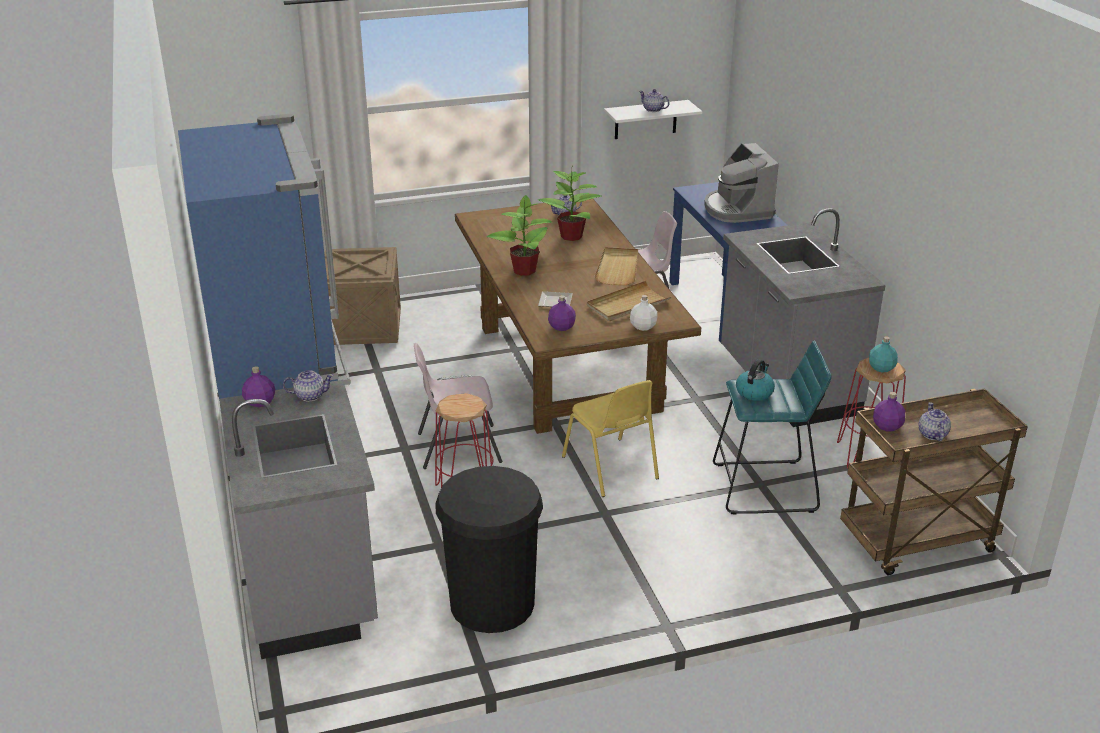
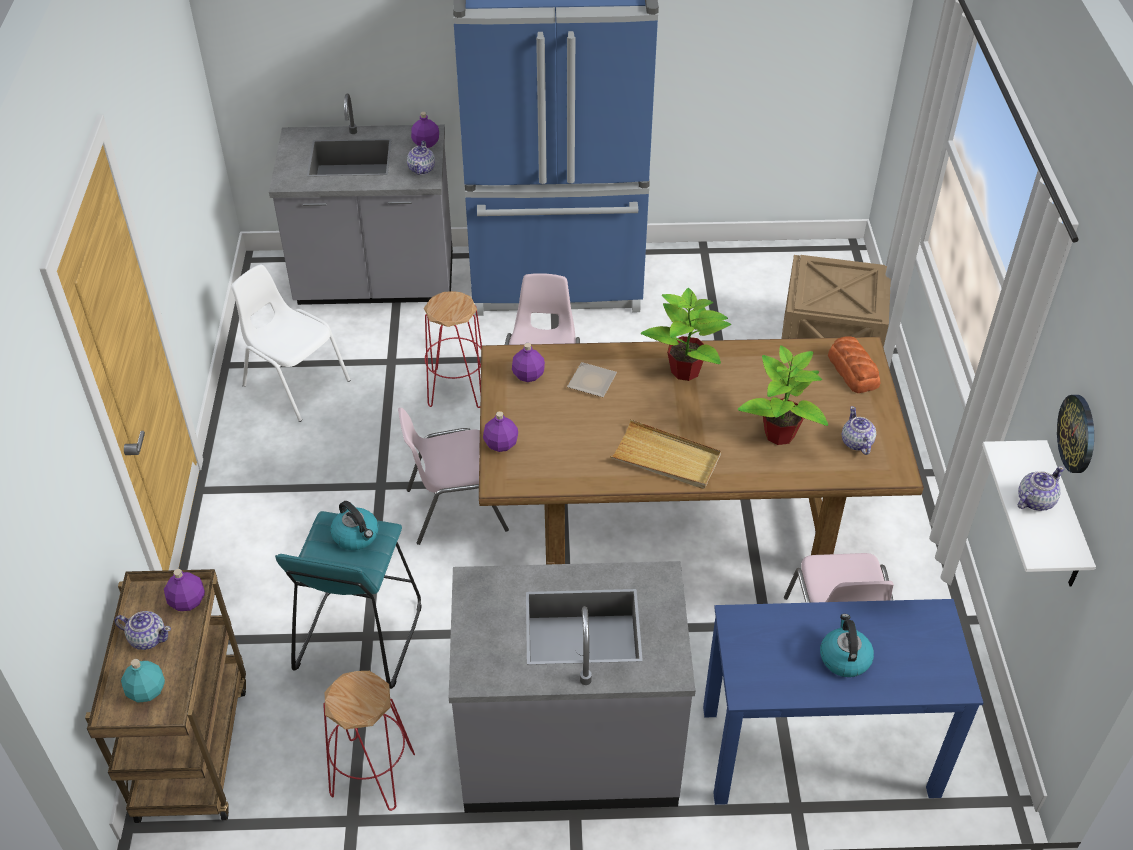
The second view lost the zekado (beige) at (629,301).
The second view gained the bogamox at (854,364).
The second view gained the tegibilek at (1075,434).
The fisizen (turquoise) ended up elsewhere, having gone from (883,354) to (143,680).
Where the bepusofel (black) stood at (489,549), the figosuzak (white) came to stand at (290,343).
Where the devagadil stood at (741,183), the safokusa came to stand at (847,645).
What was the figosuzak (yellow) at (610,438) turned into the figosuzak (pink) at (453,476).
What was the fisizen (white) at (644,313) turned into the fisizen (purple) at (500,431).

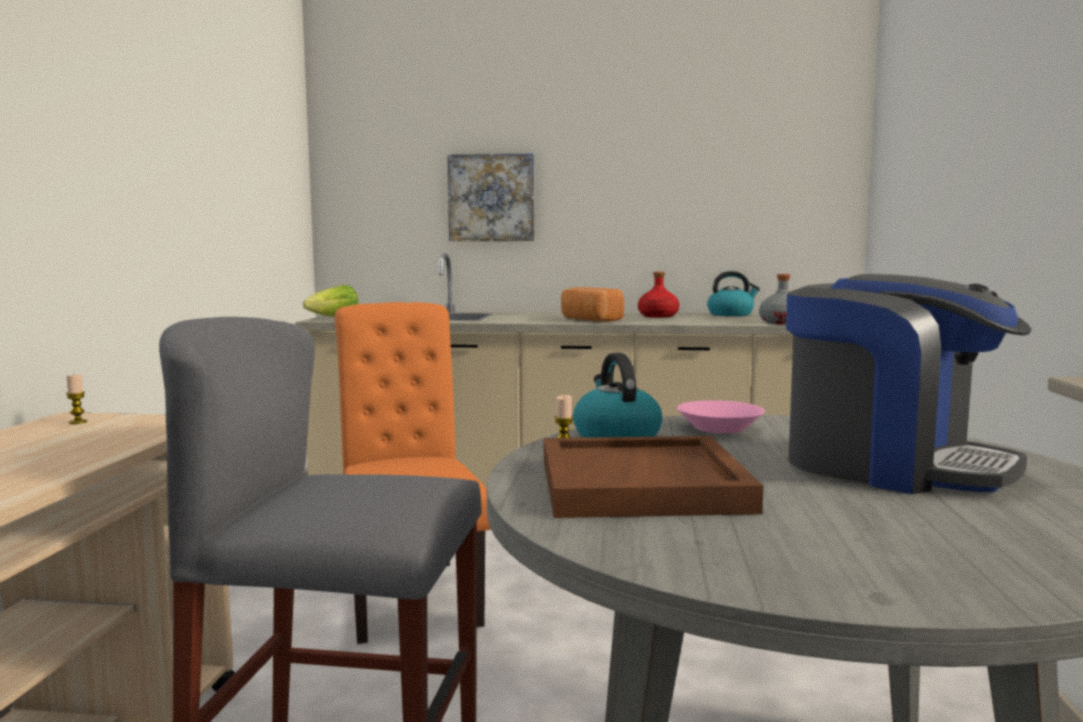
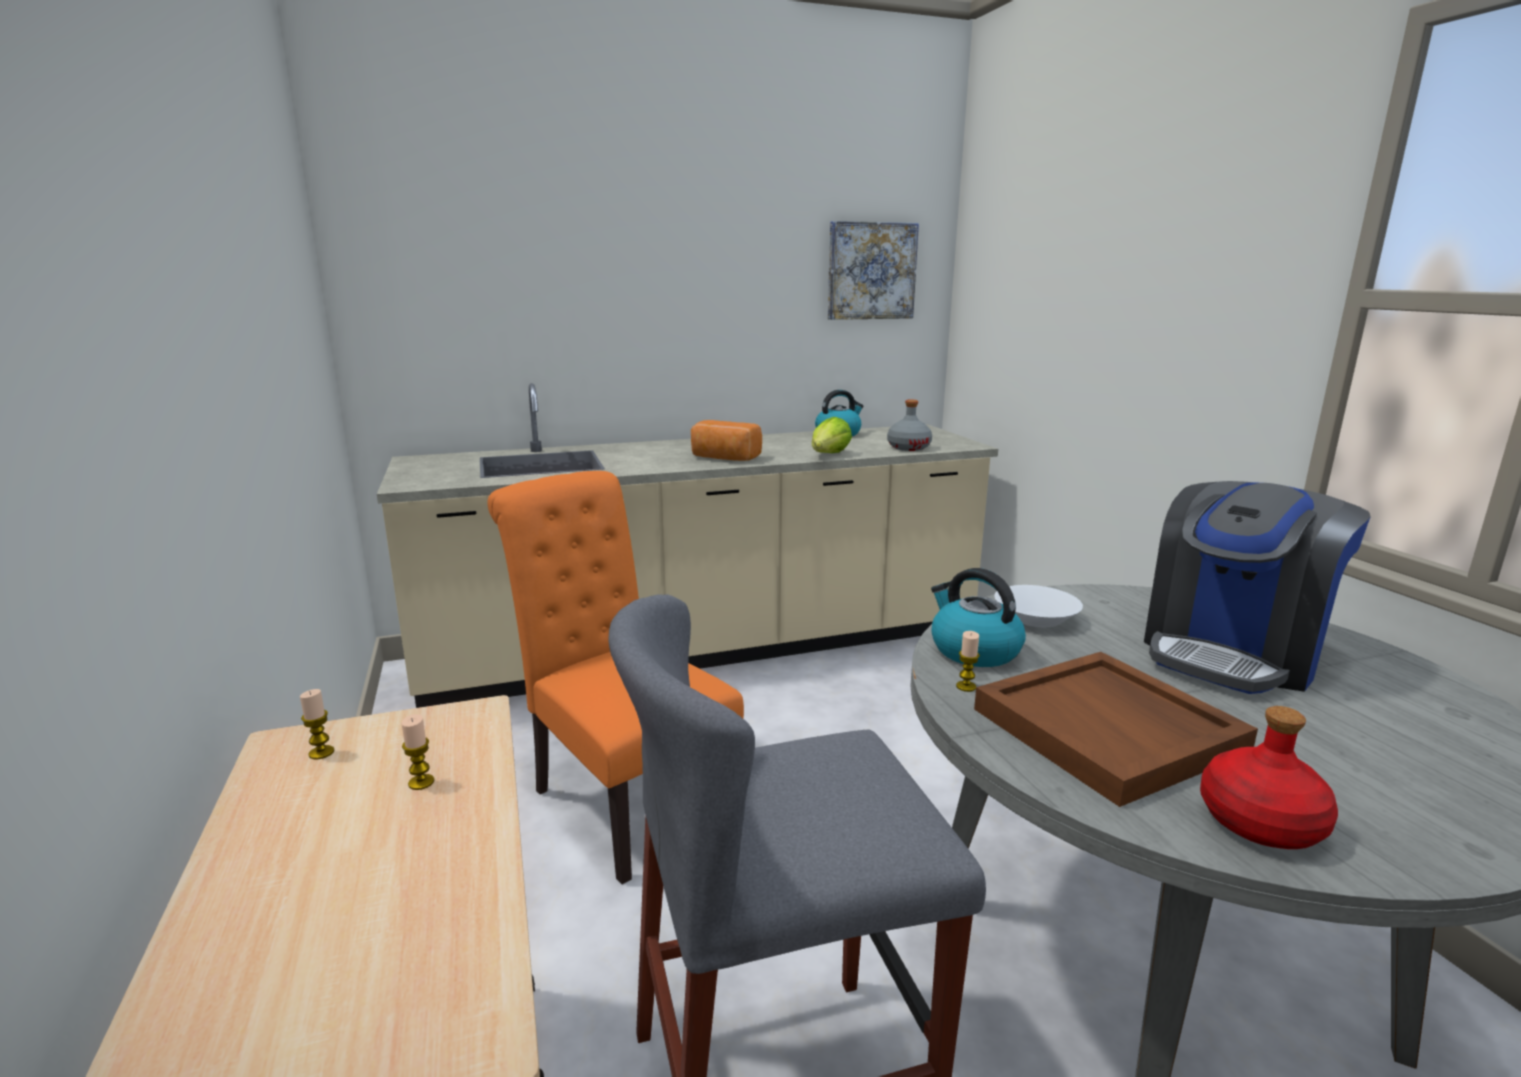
The second view gained the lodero at (417,752).
The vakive ended up elsewhere, having gone from (331,301) to (832,435).
The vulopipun ended up elsewhere, having gone from (490,197) to (873,270).
The fisizen (red) ended up elsewhere, having gone from (658,295) to (1269,777).
What was the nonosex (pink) at (720,416) turned into the nonosex (white) at (1038,606).
The devagadil at (909,384) ended up facing another way, 120 degrees clockwise from before.

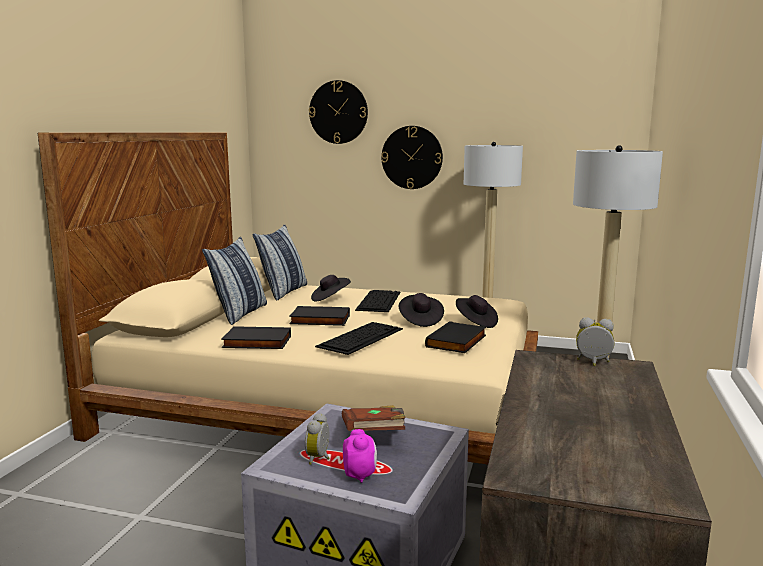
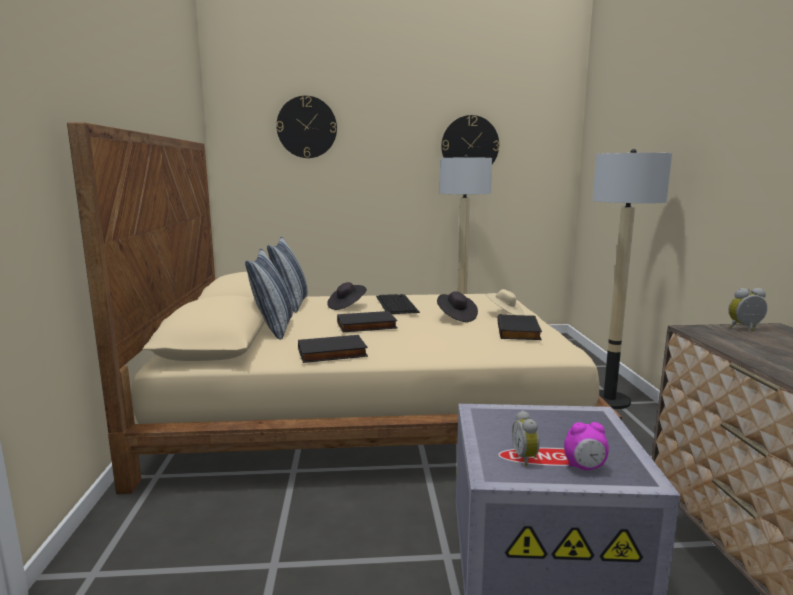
The second view lost the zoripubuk at (359,338).
The second view lost the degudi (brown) at (374,418).
The tegibilek ended up elsewhere, having gone from (412,157) to (470,139).
What was the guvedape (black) at (477,311) turned into the guvedape (beige) at (504,302).
The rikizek at (360,456) ended up facing another way, 120 degrees clockwise from before.

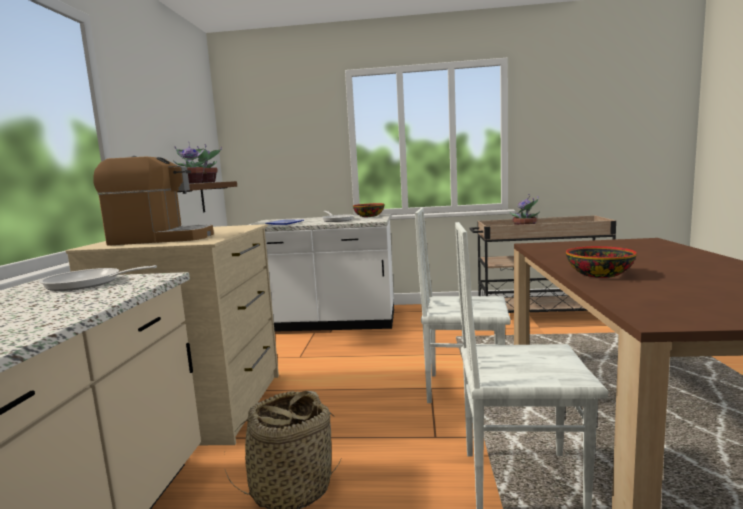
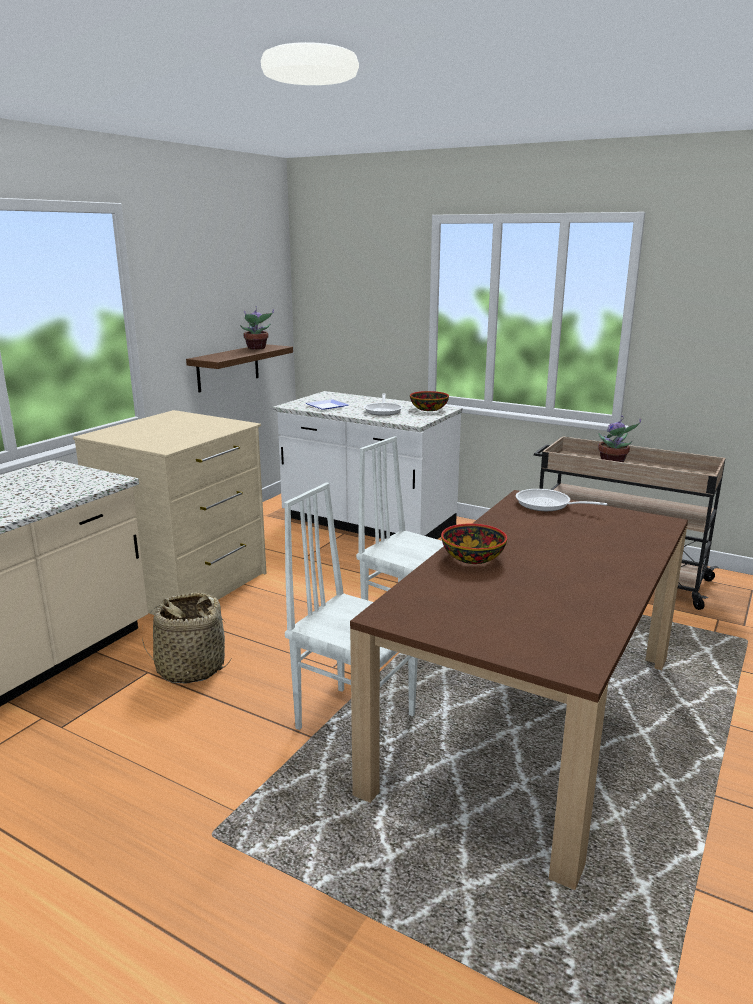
The second view lost the devagadil at (153,201).
The second view lost the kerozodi at (189,163).
The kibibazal ended up elsewhere, having gone from (98,278) to (561,500).

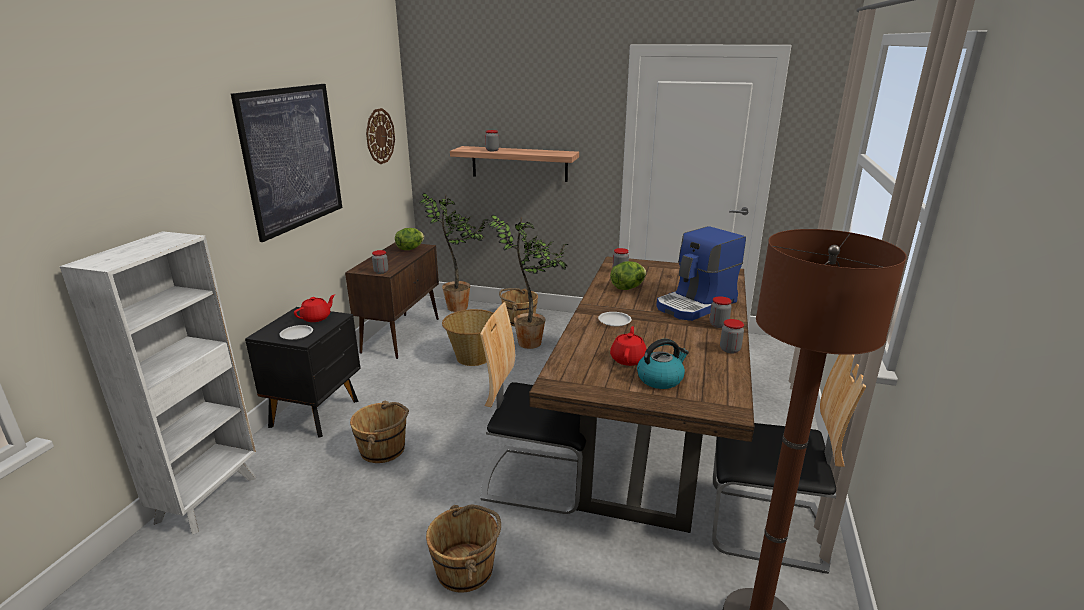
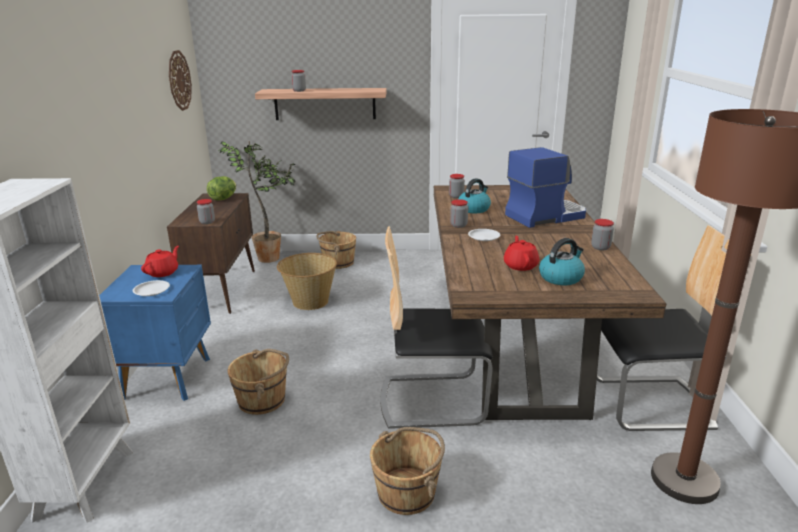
The second view lost the vulopipun at (286,163).
The second view lost the kerozodi at (528,282).
The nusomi ended up elsewhere, having gone from (721,312) to (459,213).
Where the vakive stood at (628,275), the safokusa came to stand at (474,195).
What was the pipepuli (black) at (303,372) turned into the pipepuli (blue) at (155,333).
The devagadil at (701,273) ended up facing another way, 150 degrees counterclockwise from before.

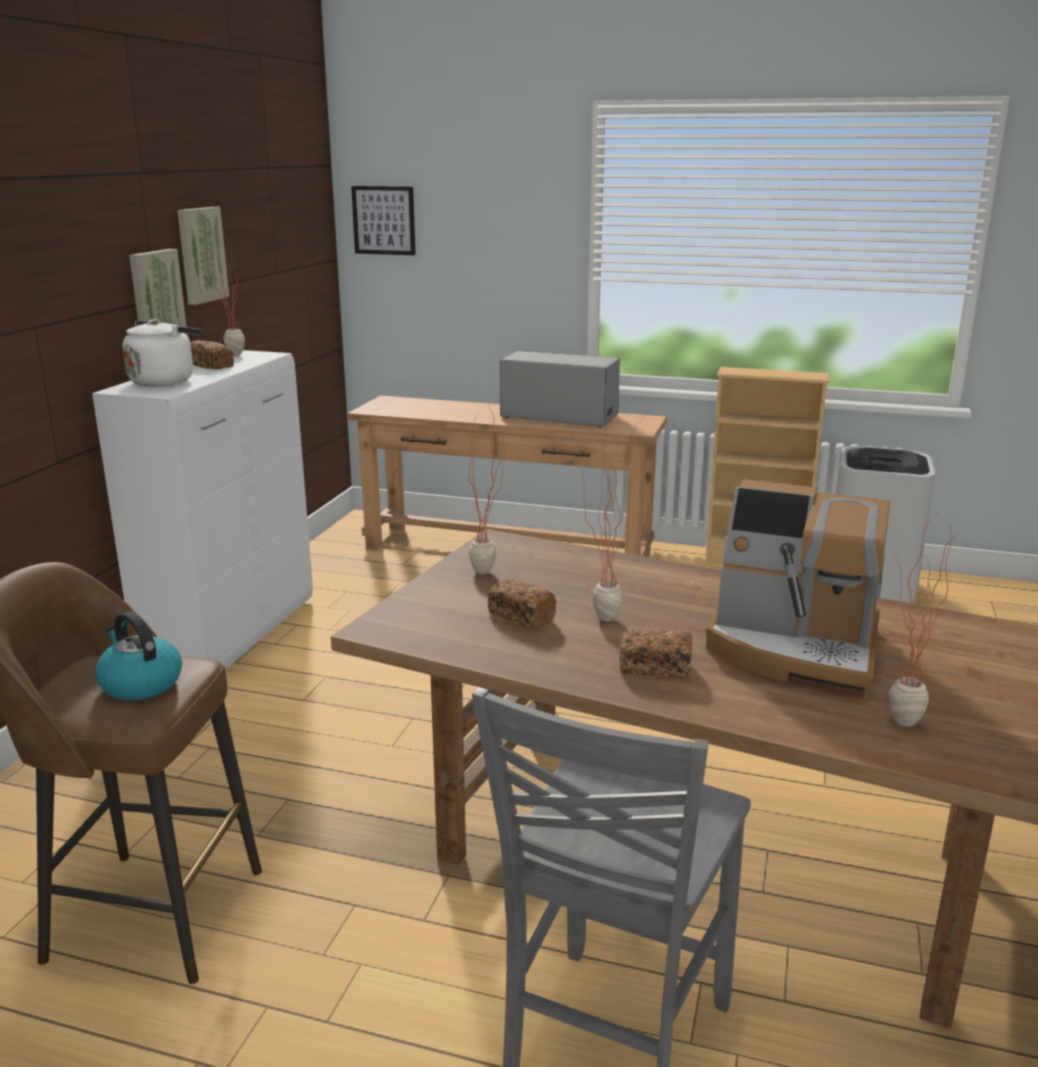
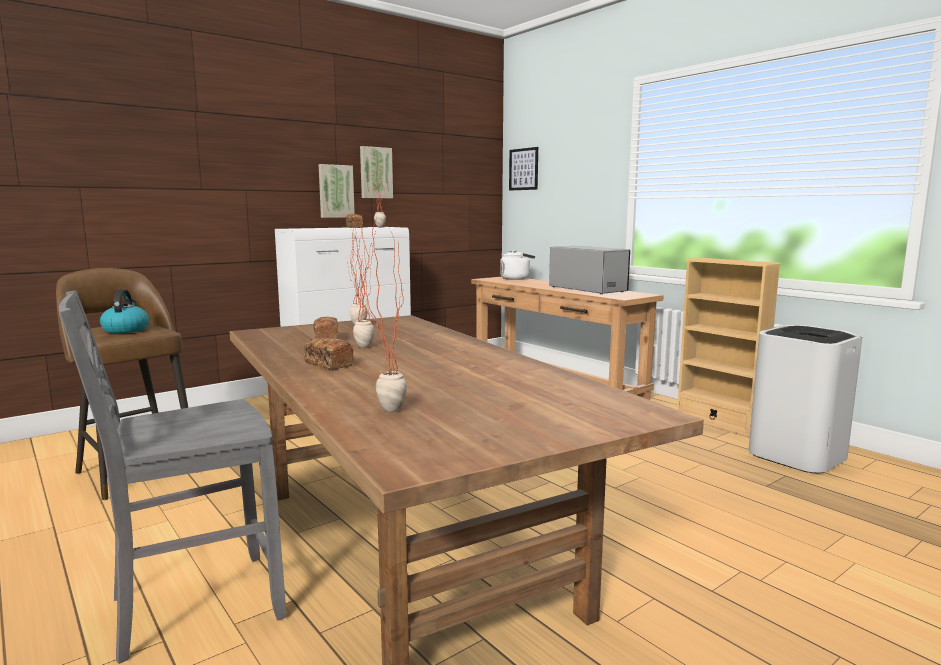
The second view lost the devagadil at (798,589).
The safokusa (white) ended up elsewhere, having gone from (162,353) to (517,265).

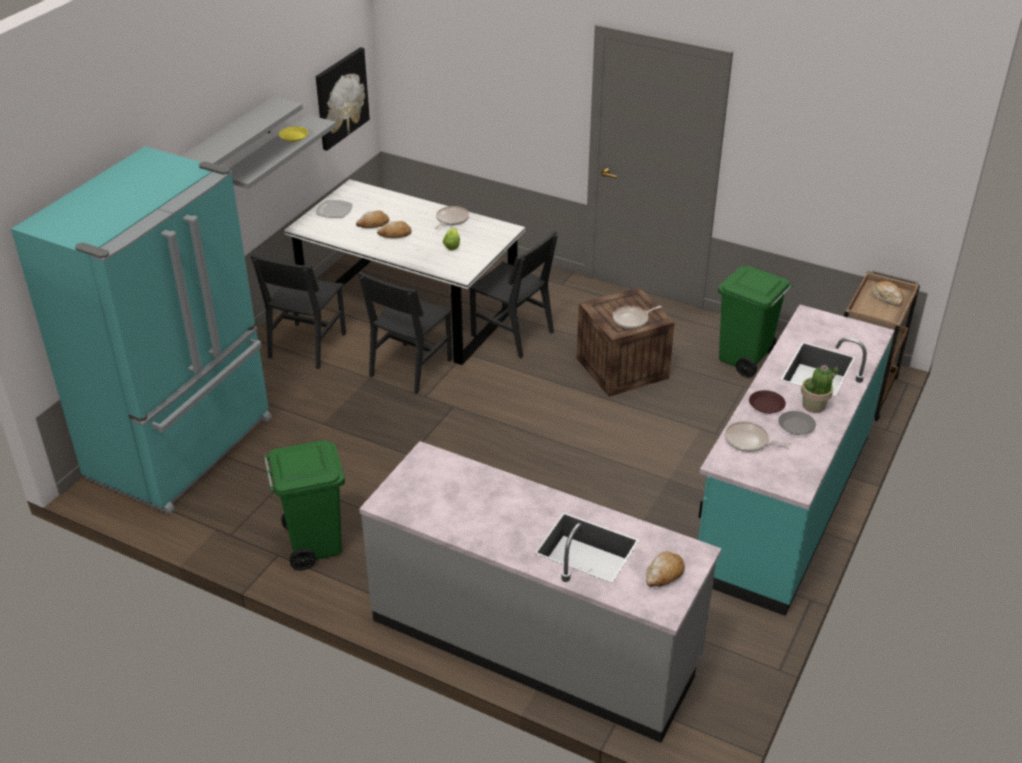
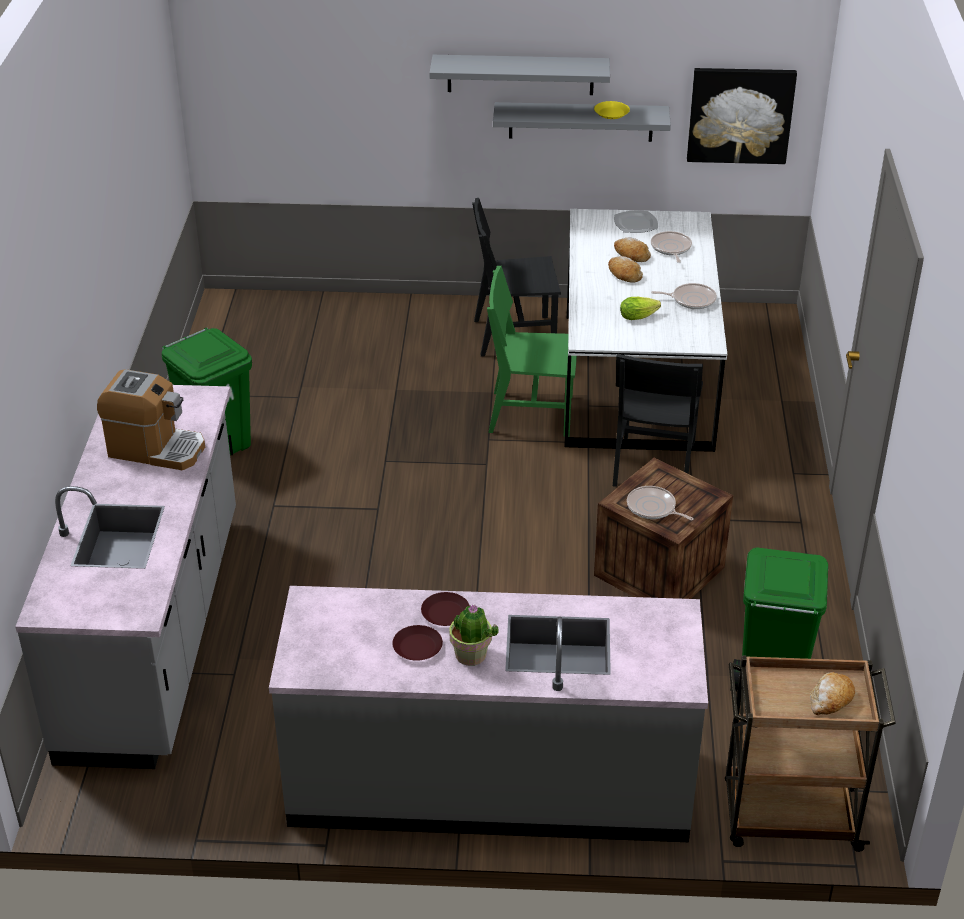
The second view lost the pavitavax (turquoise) at (141,330).
The second view lost the bogamox at (665,569).
The second view gained the devagadil at (151,419).
The kibibazal ended up elsewhere, having gone from (758,436) to (671,247).
What was the figosuzak (black) at (405,332) turned into the figosuzak (green) at (532,351).
What was the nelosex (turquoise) at (796,460) turned into the nelosex (grey) at (488,714).
What was the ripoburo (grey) at (797,423) turned into the ripoburo (brown) at (417,643).

